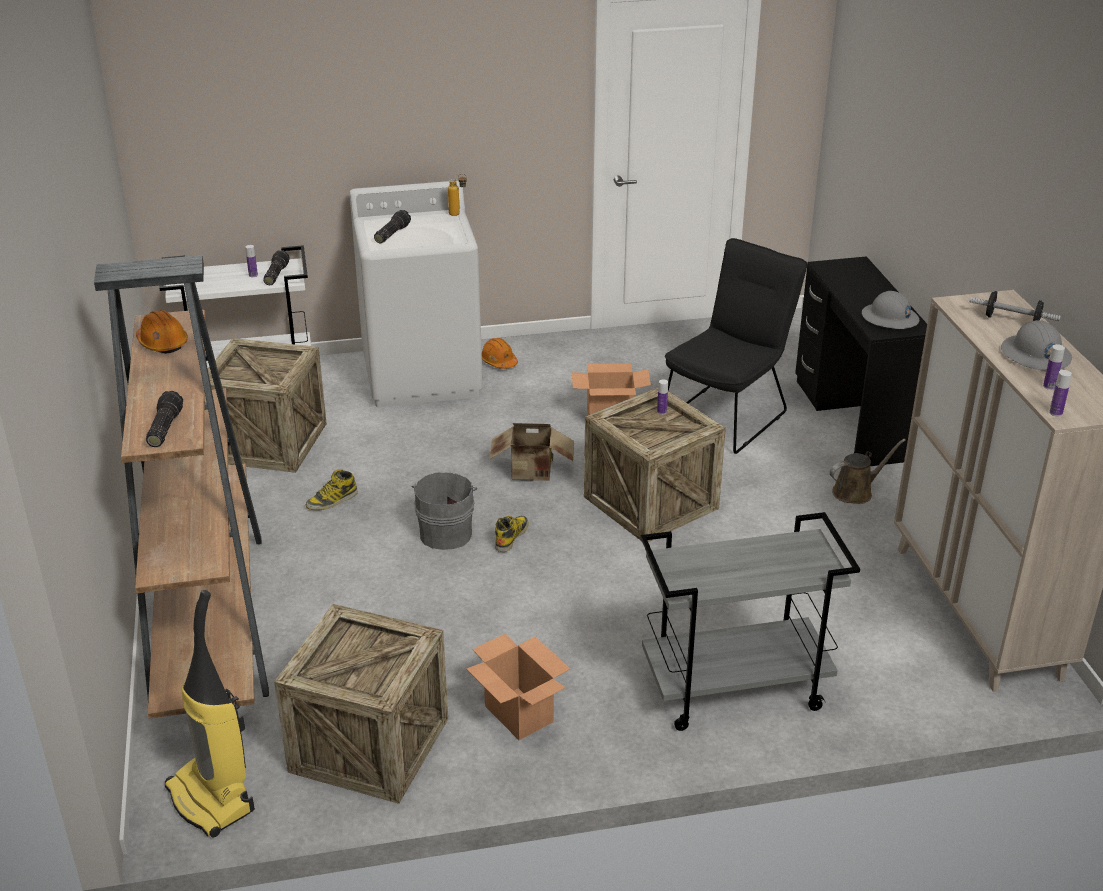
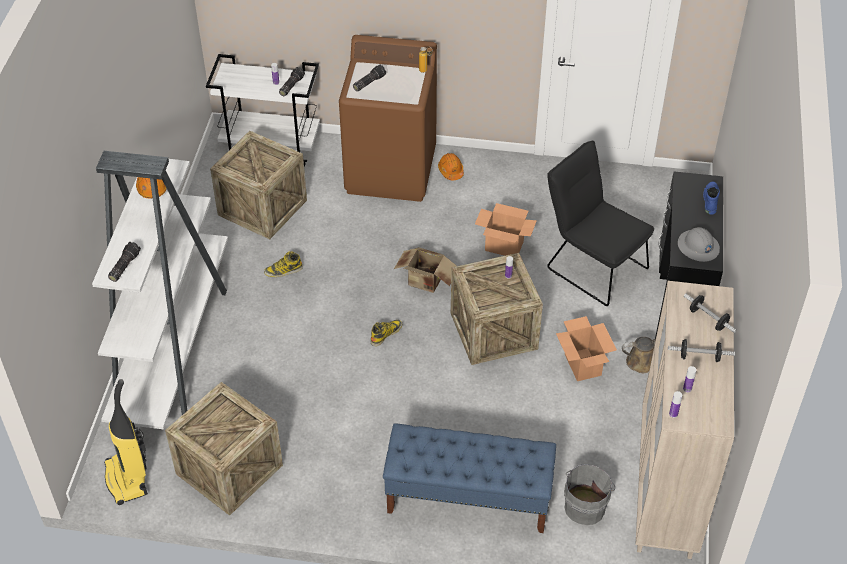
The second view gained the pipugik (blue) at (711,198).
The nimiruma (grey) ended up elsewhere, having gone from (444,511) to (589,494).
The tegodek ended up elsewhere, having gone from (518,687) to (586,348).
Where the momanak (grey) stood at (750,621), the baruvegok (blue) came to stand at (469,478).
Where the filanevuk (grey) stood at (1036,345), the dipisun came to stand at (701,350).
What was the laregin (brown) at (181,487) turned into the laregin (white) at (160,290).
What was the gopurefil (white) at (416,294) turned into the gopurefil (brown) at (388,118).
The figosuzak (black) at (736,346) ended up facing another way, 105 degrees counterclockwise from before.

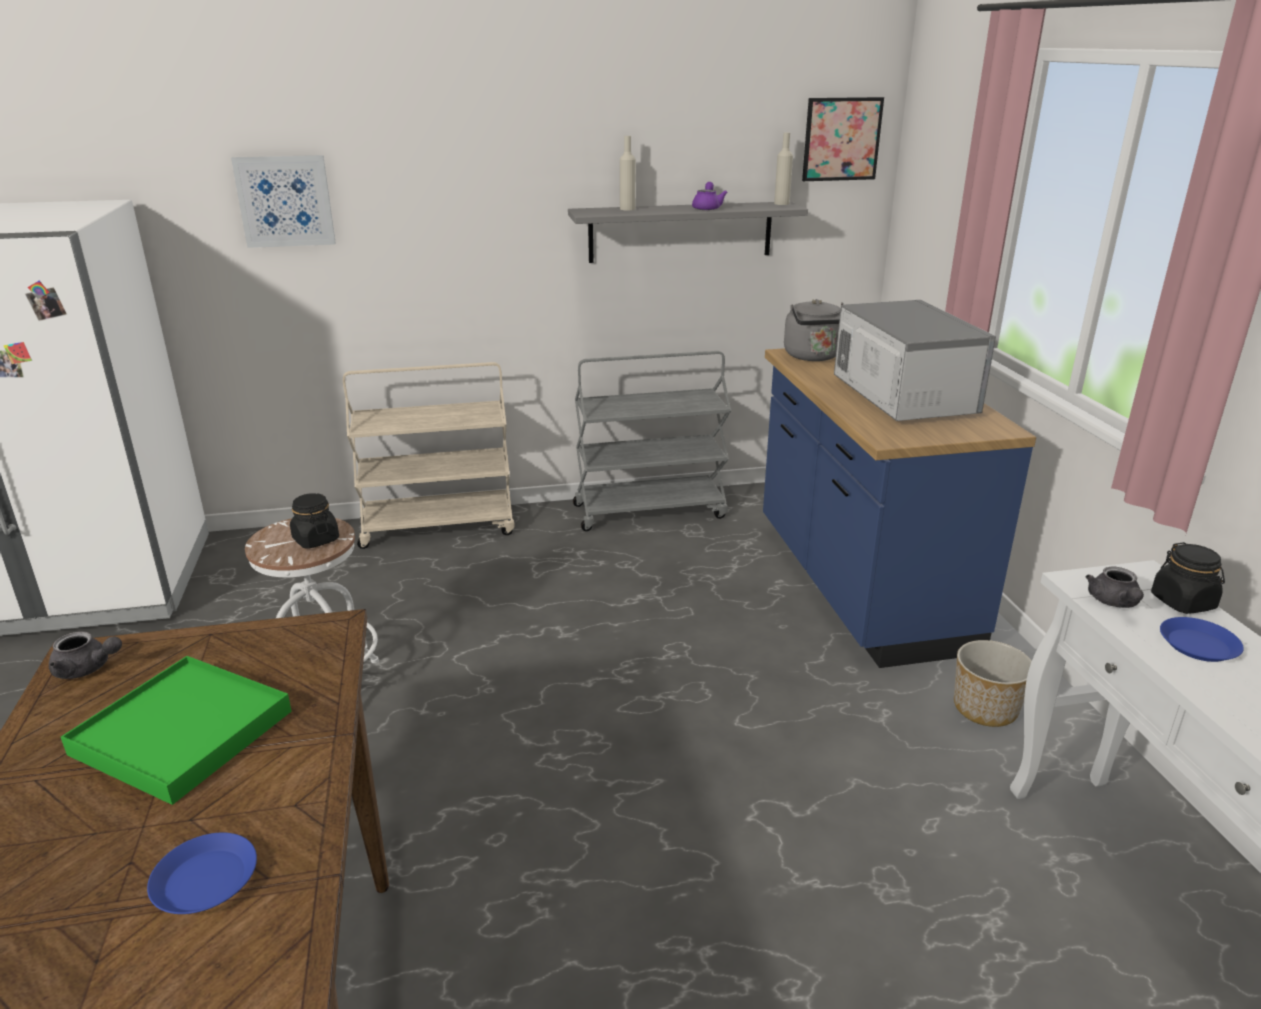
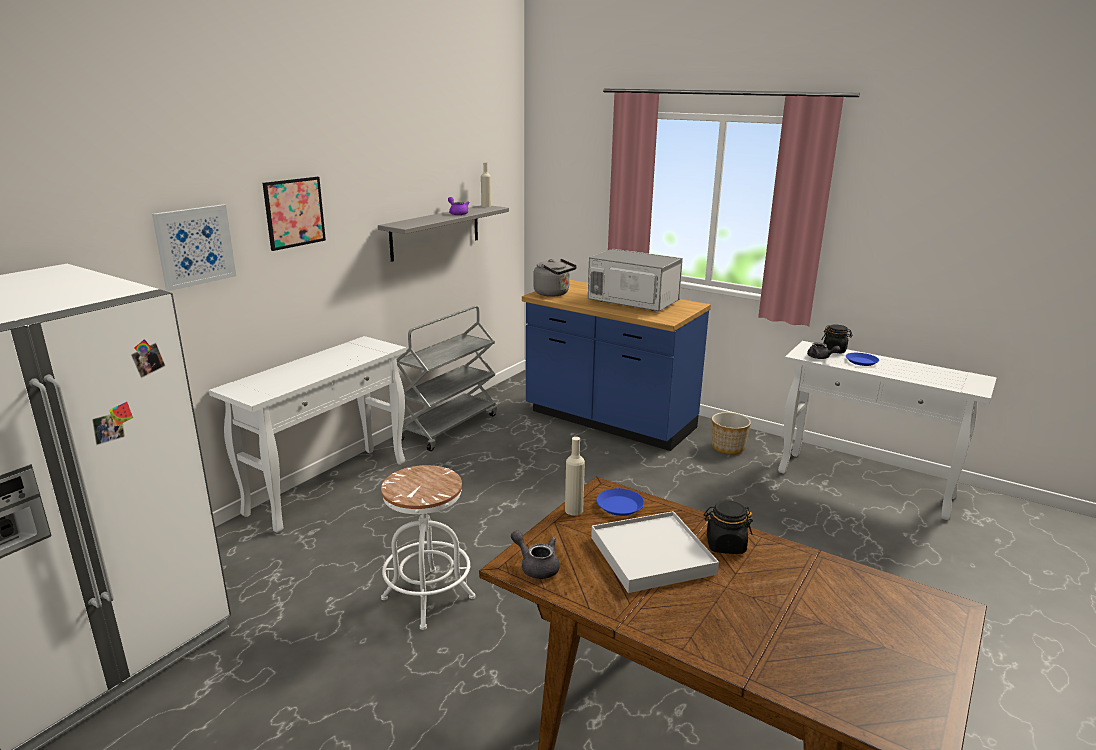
The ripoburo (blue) ended up elsewhere, having gone from (202,873) to (620,502).
The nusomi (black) ended up elsewhere, having gone from (314,521) to (728,527).
The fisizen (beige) ended up elsewhere, having gone from (628,173) to (575,476).
The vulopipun ended up elsewhere, having gone from (843,139) to (294,214).
Where the momanak (beige) stood at (428,455), the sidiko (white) came to stand at (307,434).
What was the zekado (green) at (176,730) turned into the zekado (white) at (655,552).
The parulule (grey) at (85,655) ended up facing another way, 105 degrees counterclockwise from before.

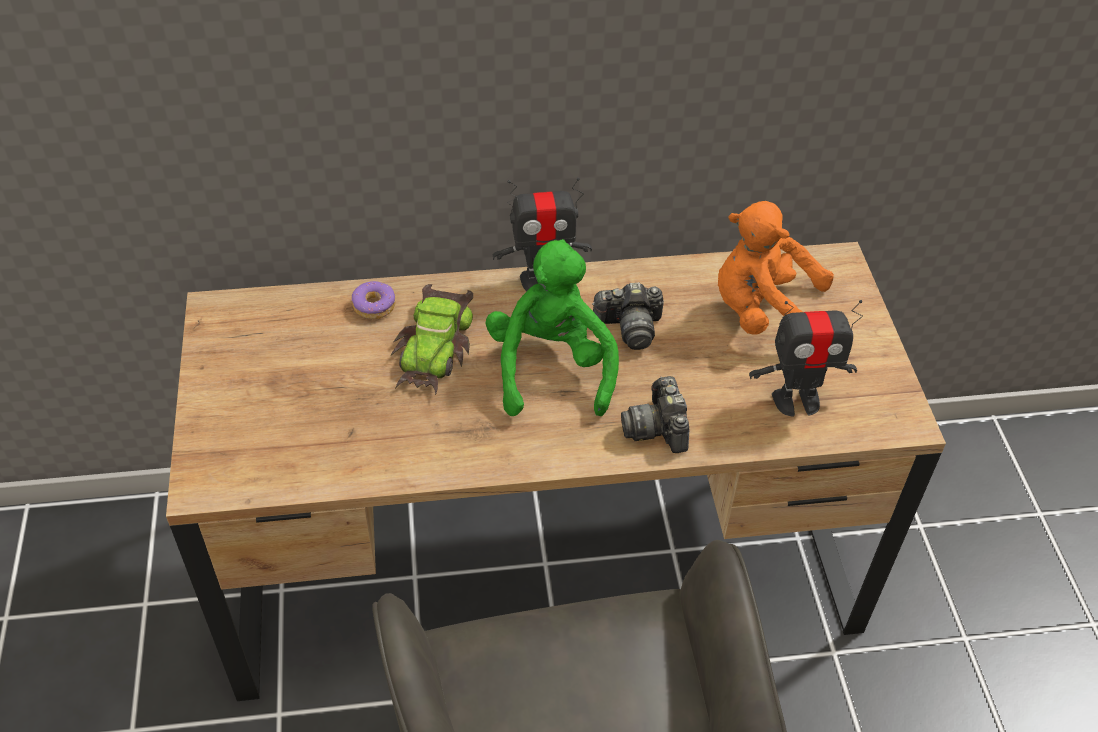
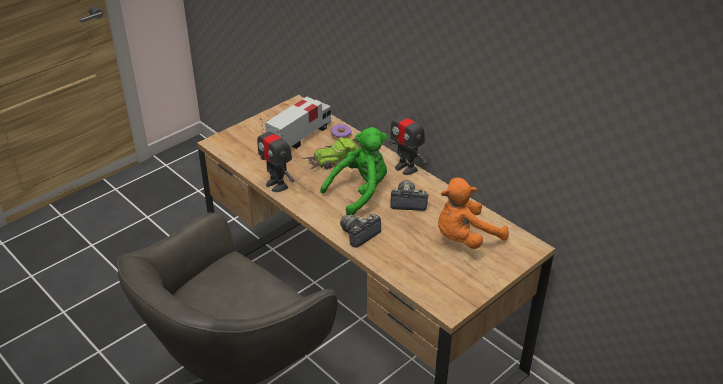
The second view gained the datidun at (298,123).
The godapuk ended up elsewhere, having gone from (806,358) to (275,155).
The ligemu at (628,316) ended up facing another way, 135 degrees clockwise from before.
The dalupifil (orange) at (776,268) ended up facing another way, 90 degrees counterclockwise from before.

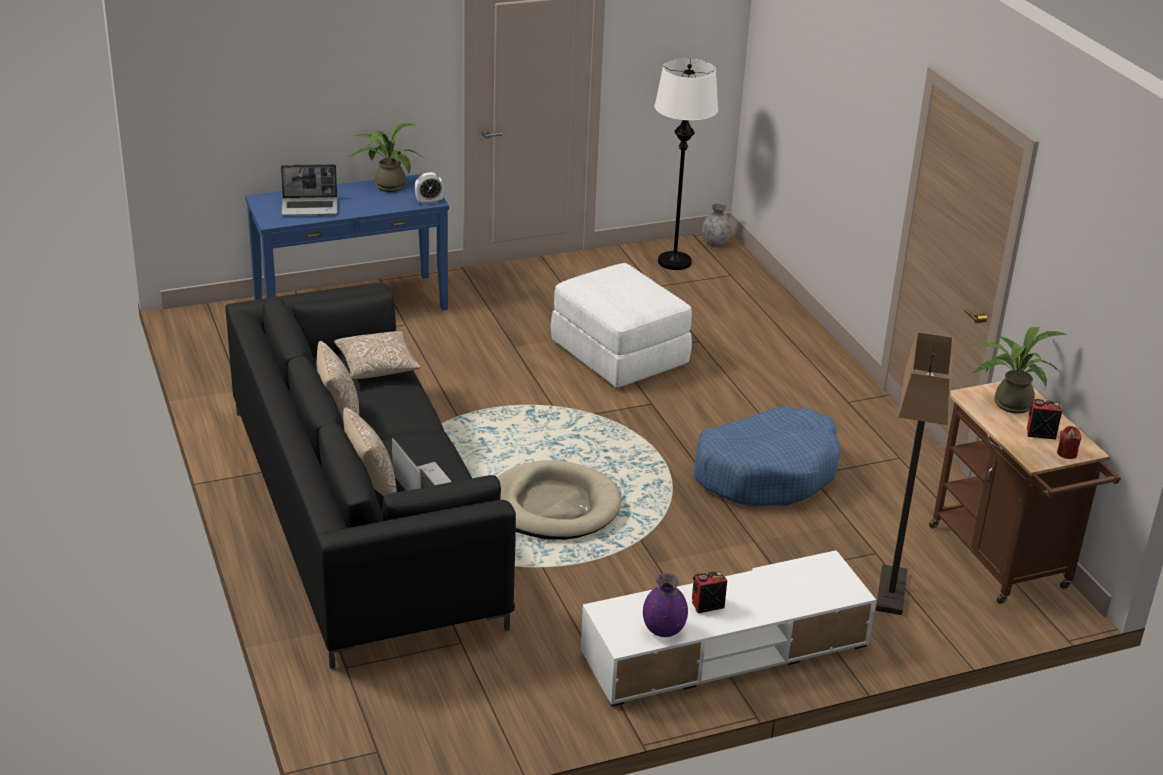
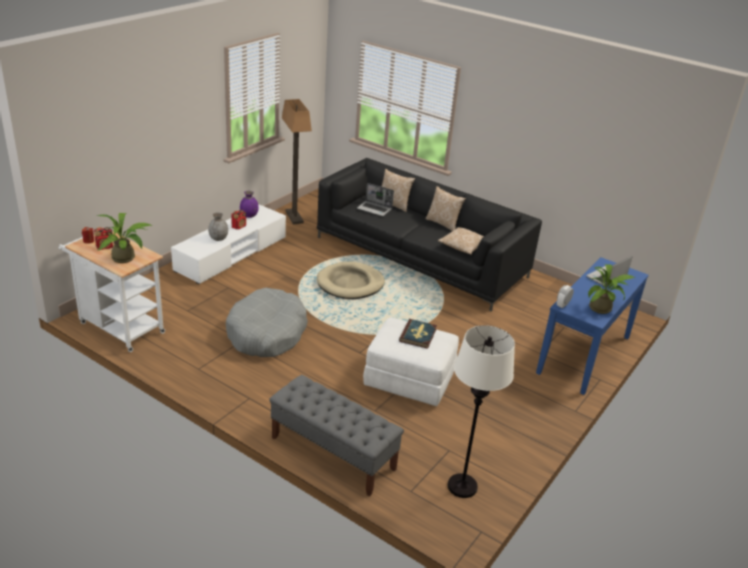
The second view gained the baruvegok (grey) at (336,435).
The second view gained the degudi at (418,334).
The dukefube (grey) ended up elsewhere, having gone from (717,225) to (218,226).
The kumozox ended up elsewhere, having gone from (914,473) to (297,161).
What was the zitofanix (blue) at (767,456) turned into the zitofanix (grey) at (267,322).
What was the momanak (brown) at (1025,492) turned into the momanak (white) at (111,291).

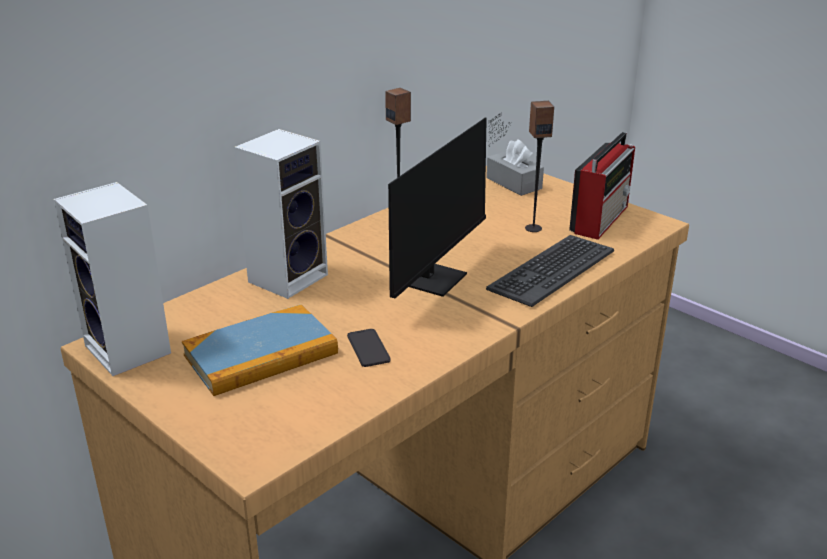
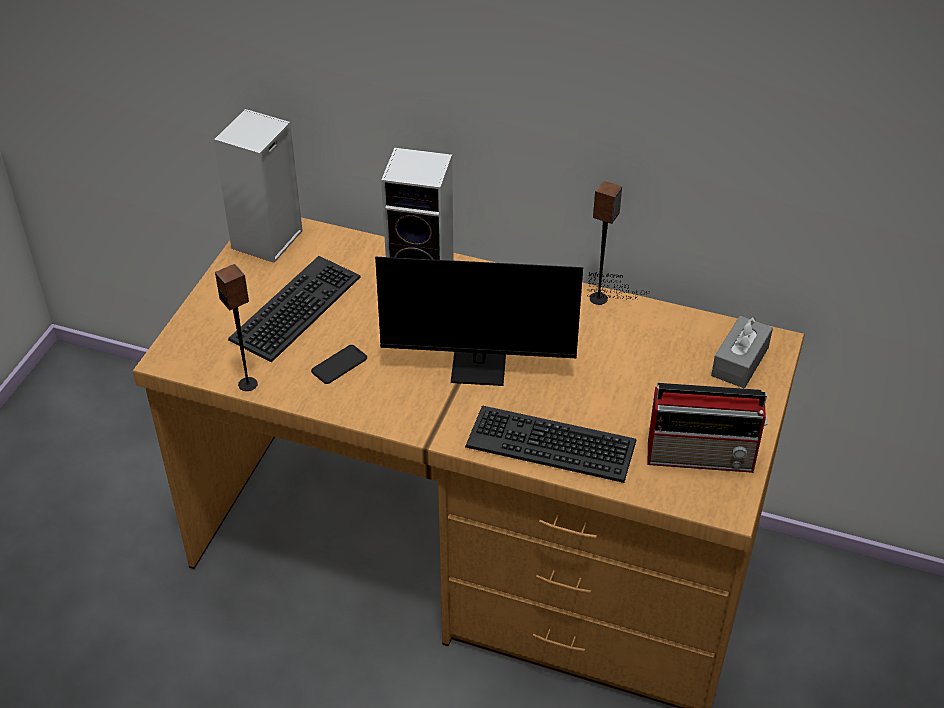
The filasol ended up elsewhere, having gone from (539,166) to (236,327).
Where the degudi stood at (260,350), the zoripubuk came to stand at (294,309).

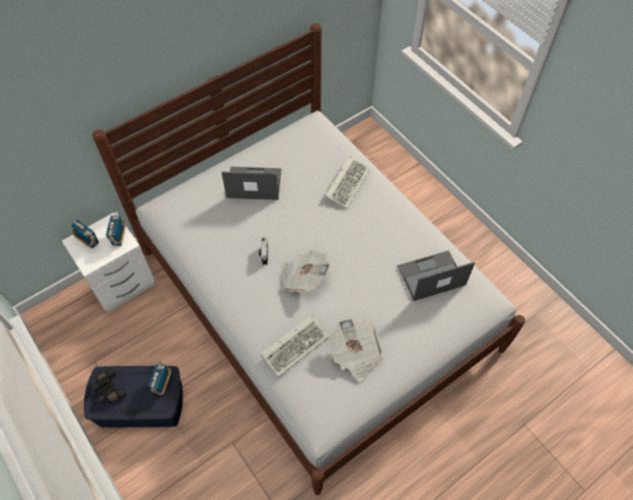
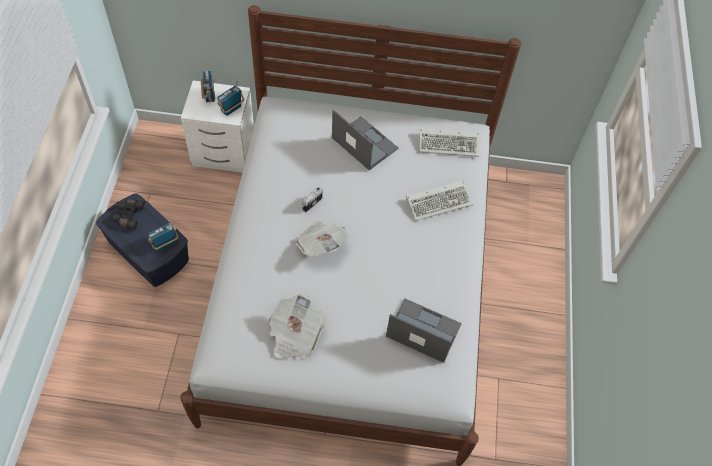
The zoripubuk ended up elsewhere, having gone from (294,346) to (449,142).

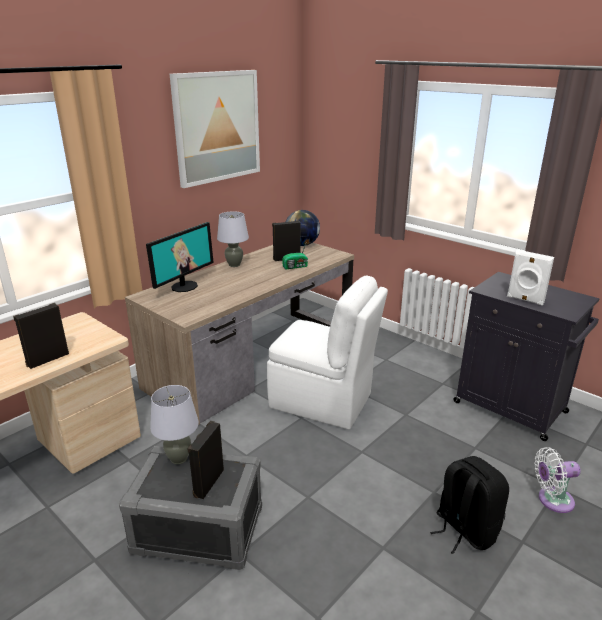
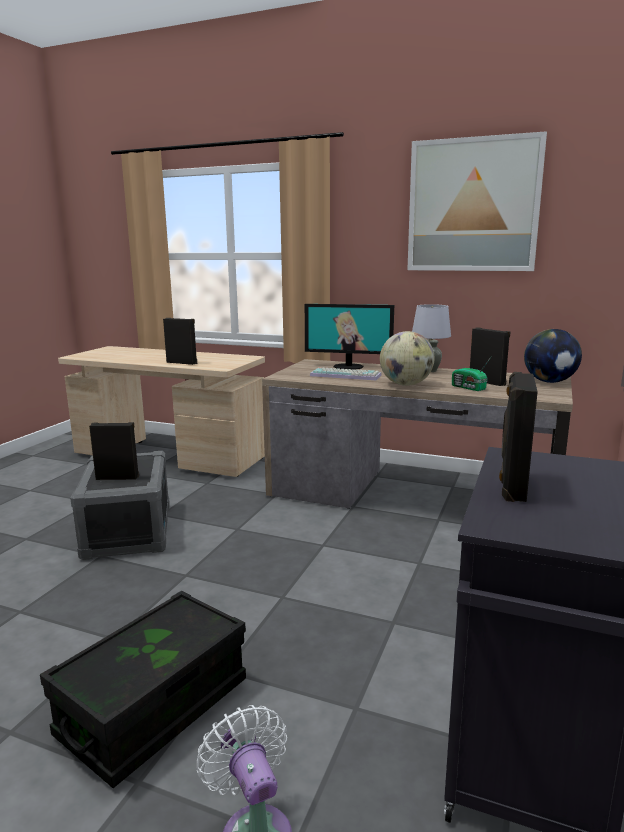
The second view lost the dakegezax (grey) at (174,424).
The second view lost the figosuzak (white) at (327,352).
The second view gained the zoripubuk at (345,373).
The second view gained the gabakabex at (407,358).
Where the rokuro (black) stood at (469,505), the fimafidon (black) came to stand at (143,689).
What was the filasol (white) at (530,278) turned into the filasol (black) at (518,437).

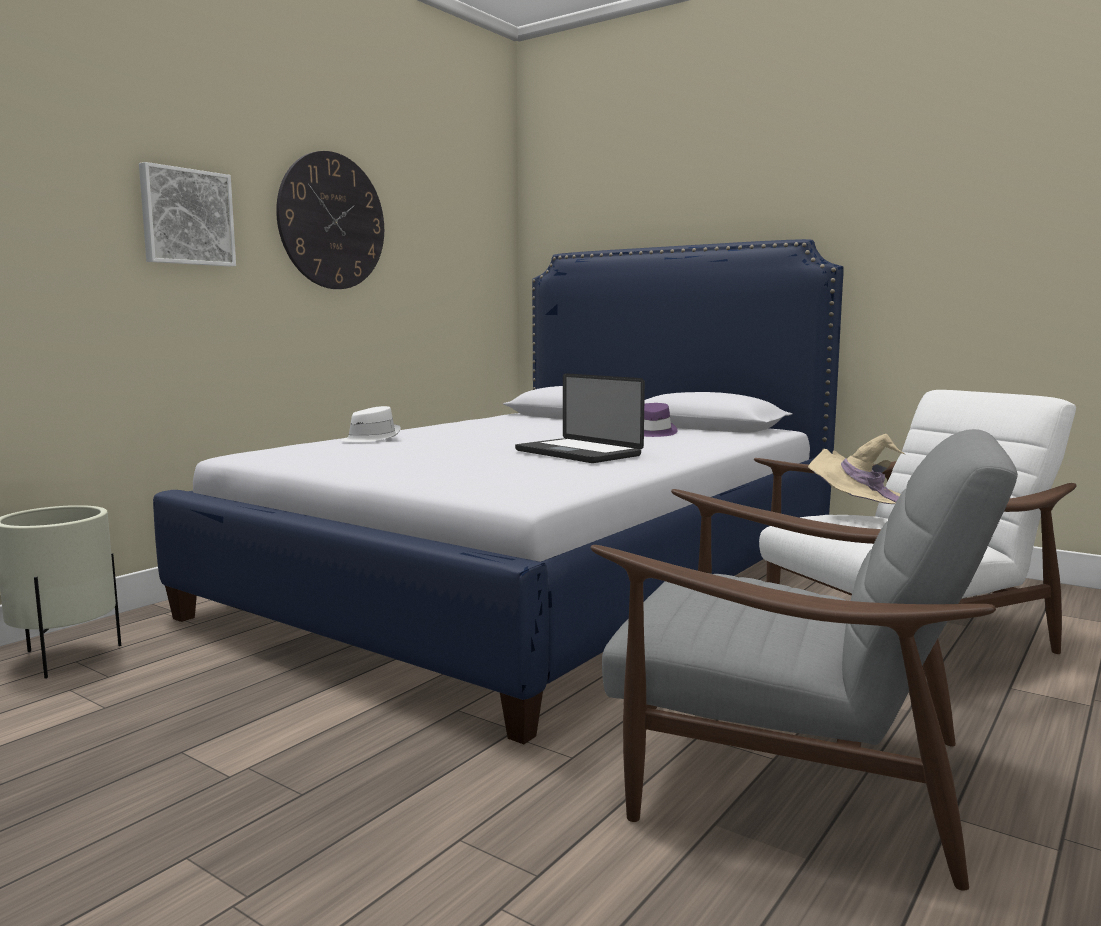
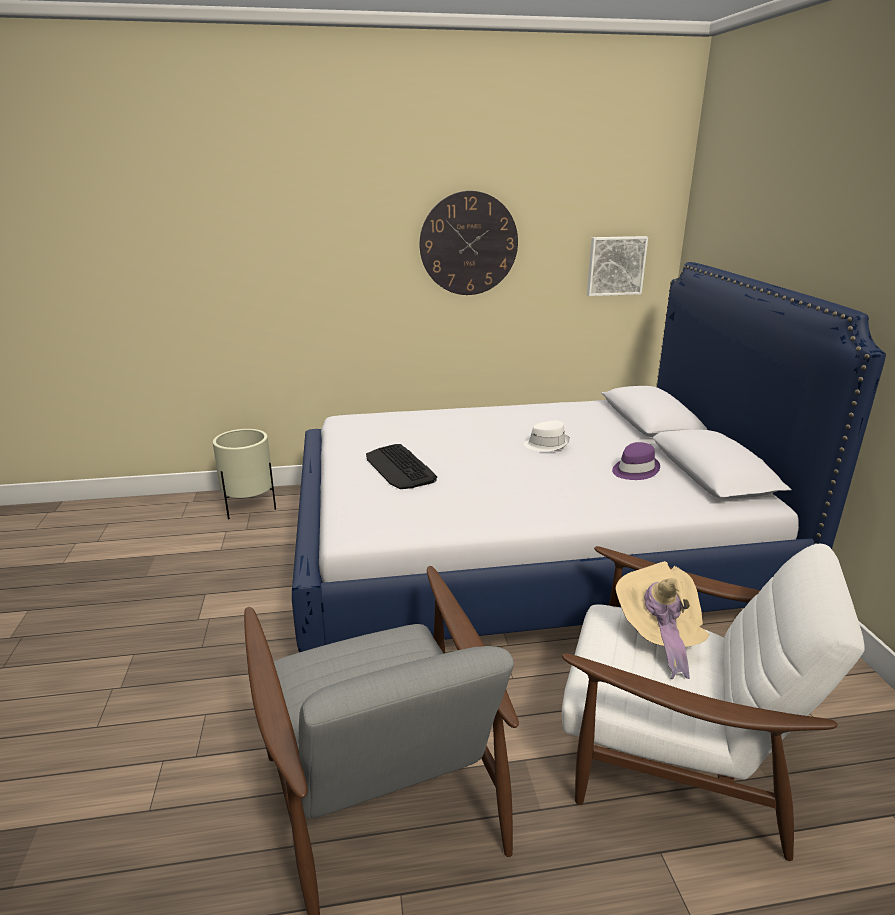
The second view lost the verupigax at (580,418).
The second view gained the zoripubuk at (401,466).
The vulopipun ended up elsewhere, having gone from (187,214) to (617,266).
The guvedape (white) ended up elsewhere, having gone from (371,424) to (546,436).

